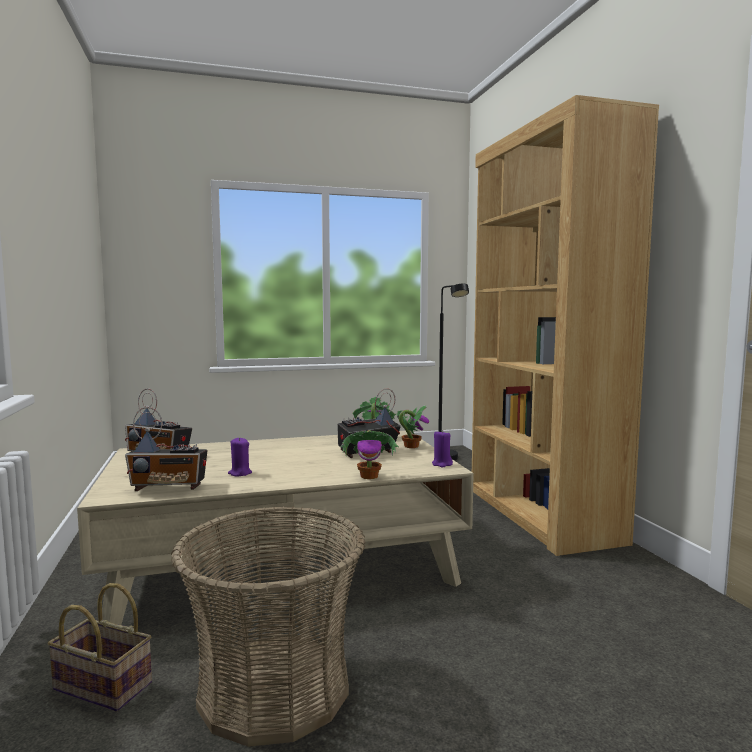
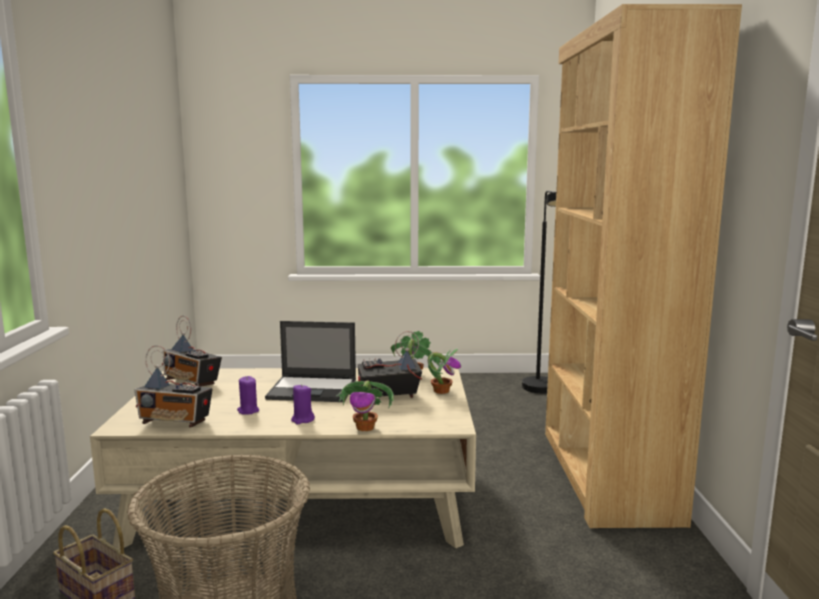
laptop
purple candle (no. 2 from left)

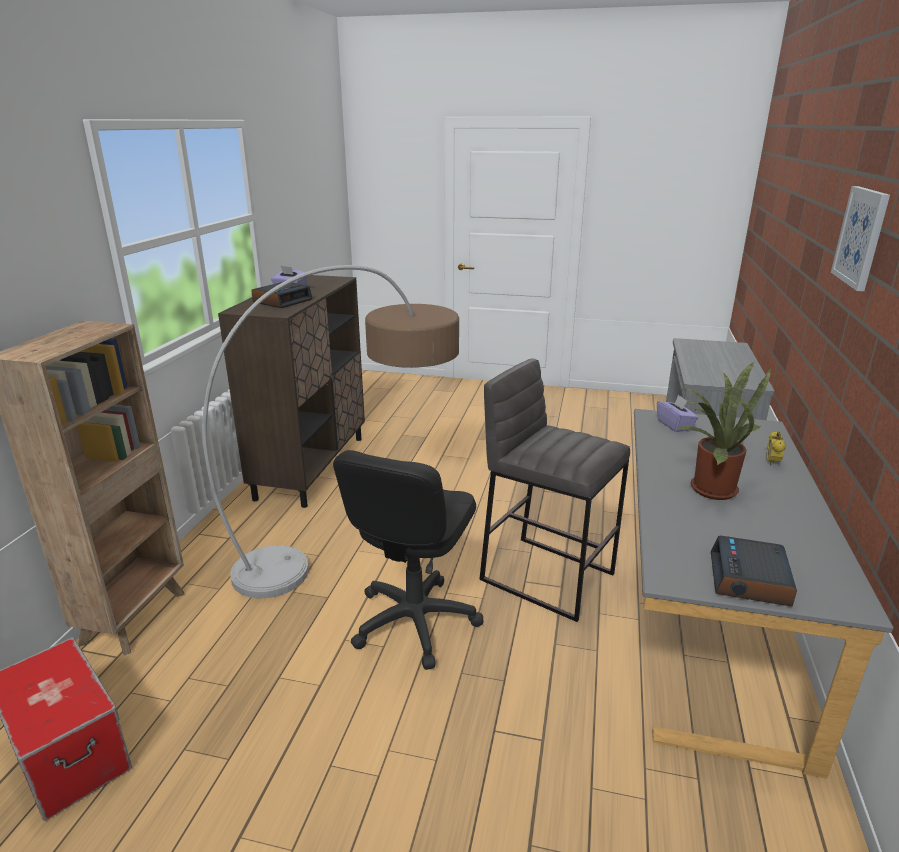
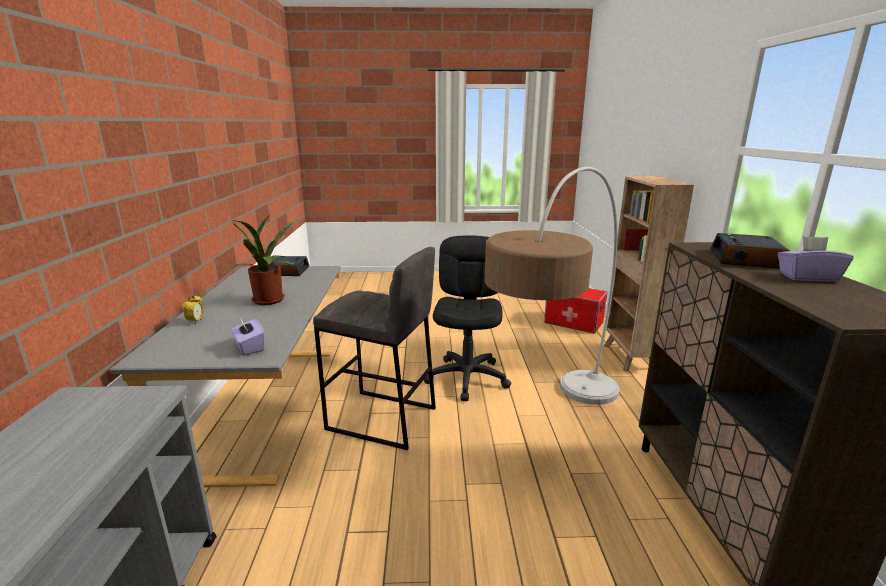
picture

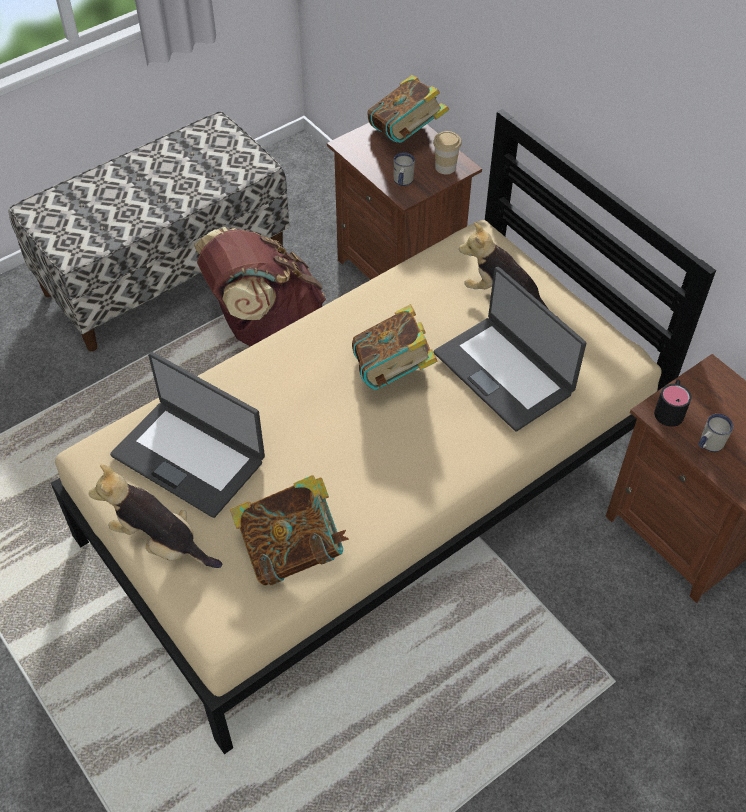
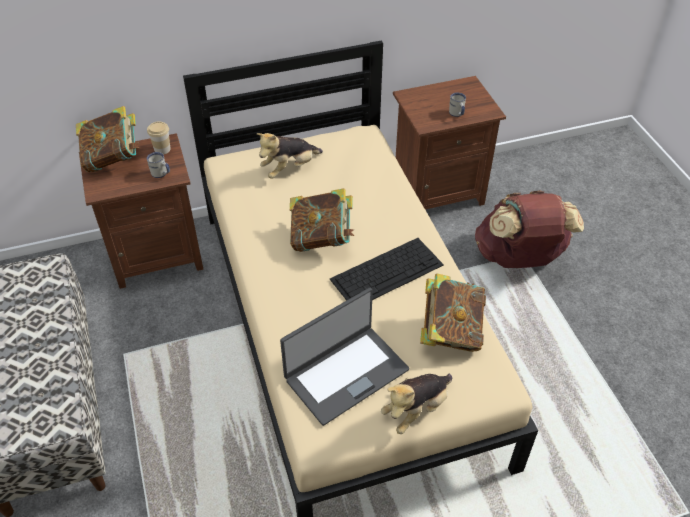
keyboard
brown backpack
laptop (no. 2 from left in the first image)
black mug

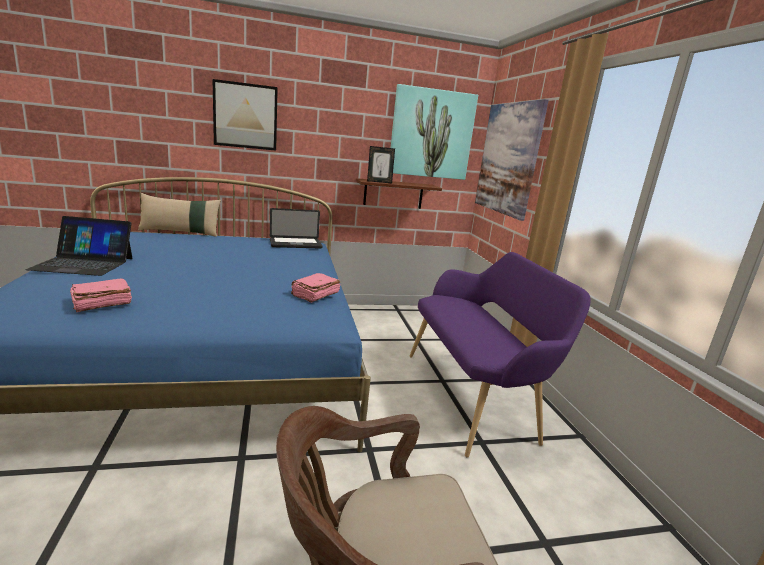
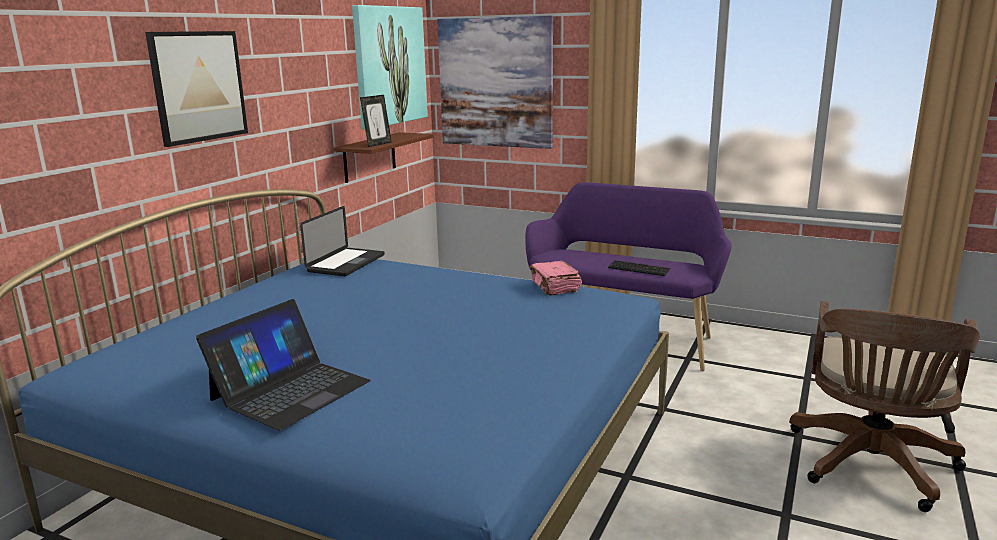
keyboard
pink book (no. 1 from left in the first image)
beige pillow

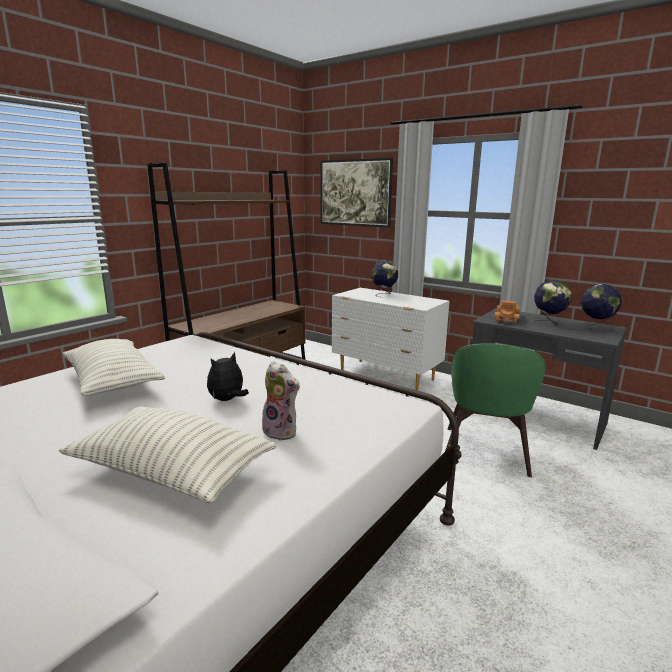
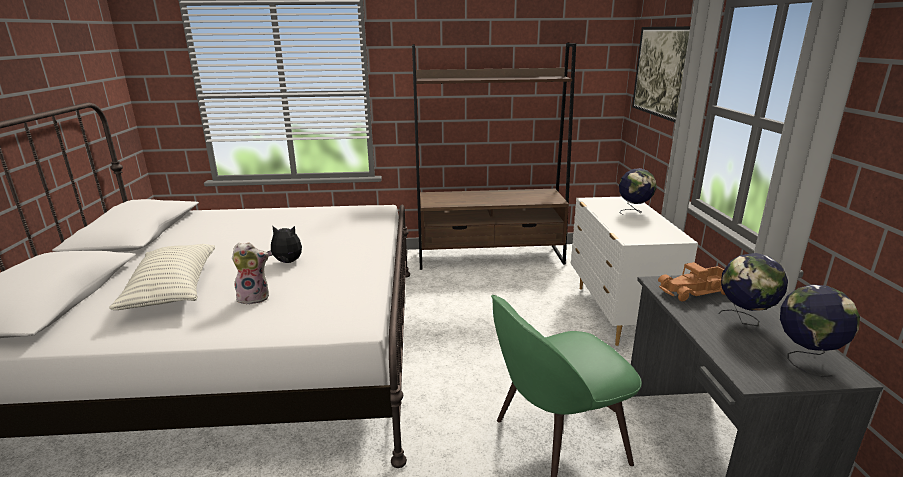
plush toy (no. 1 from left)
pillow (no. 1 from left in the first image)

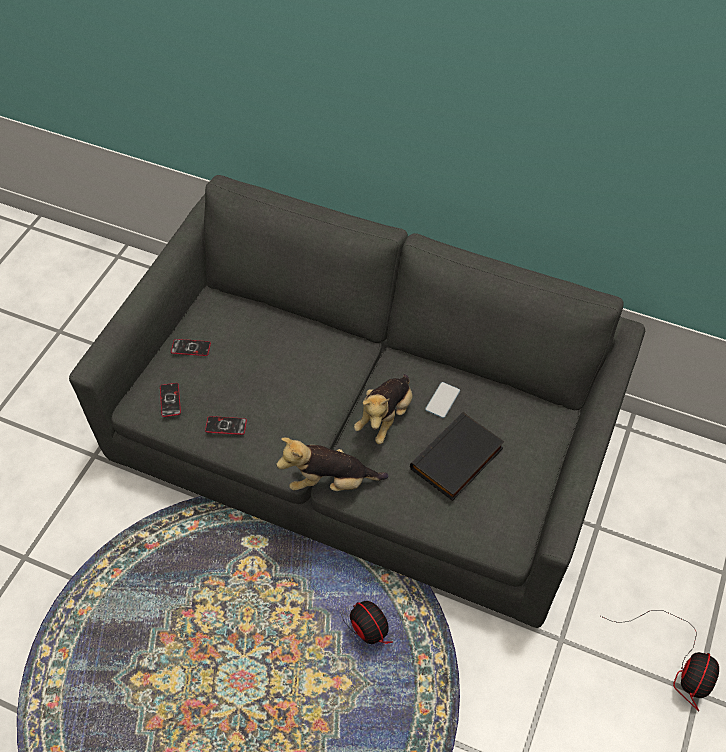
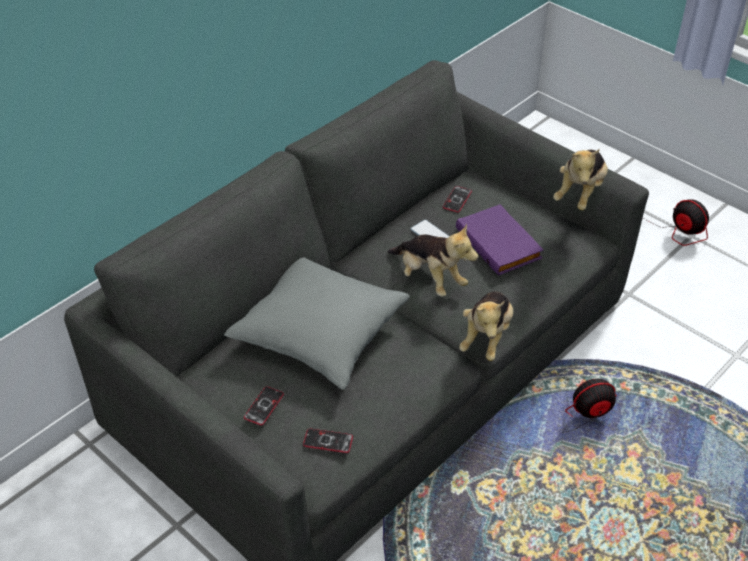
grey pillow
phone (no. 4 from left)
purple book
plush toy (no. 3 from left)

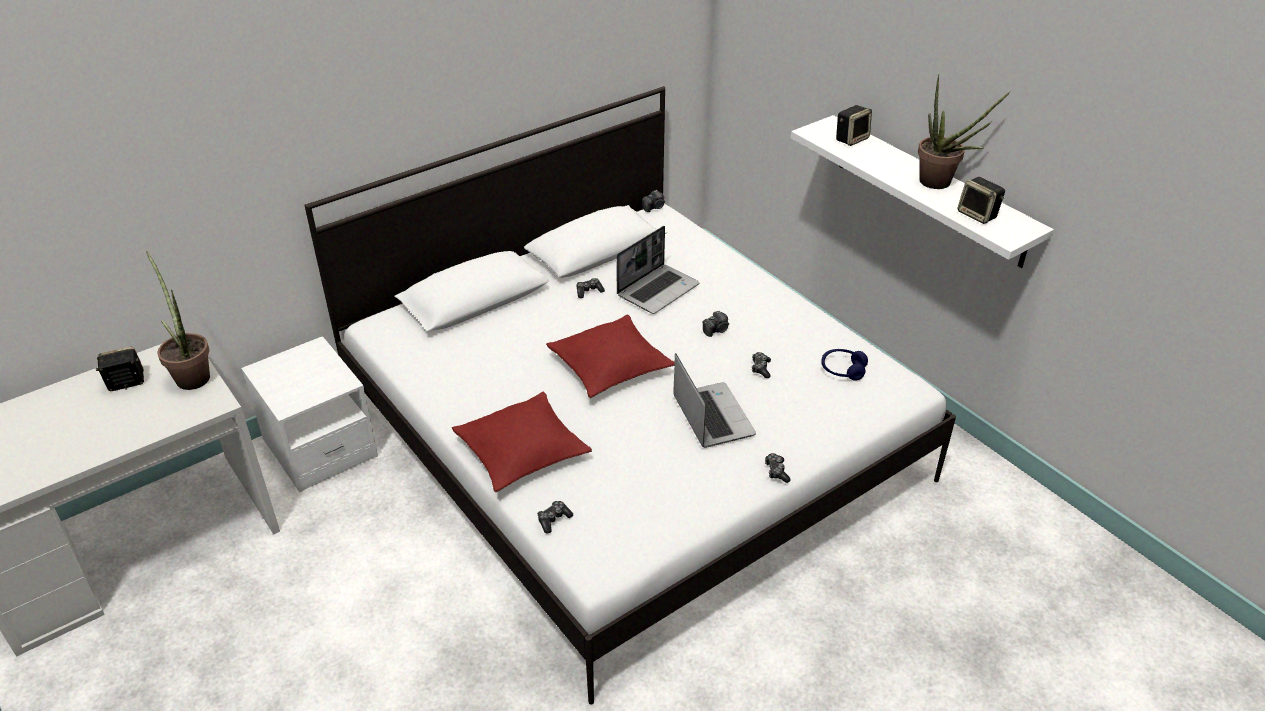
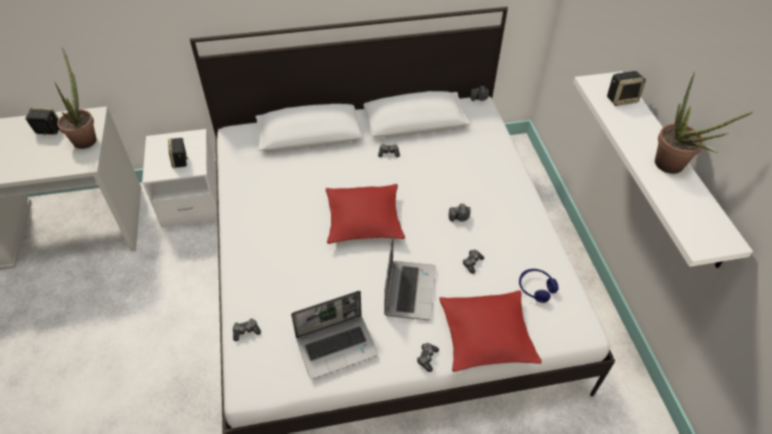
speaker (no. 2 from left)
laptop (no. 1 from left)
red pillow (no. 2 from left)

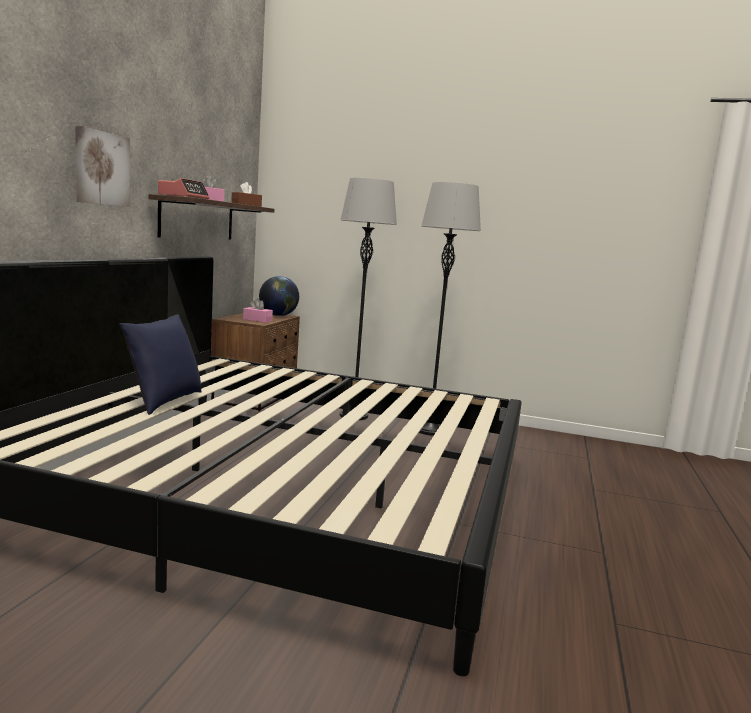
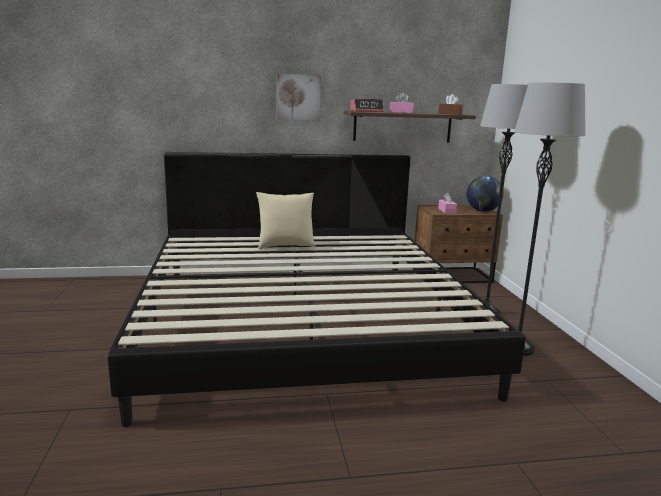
beige pillow

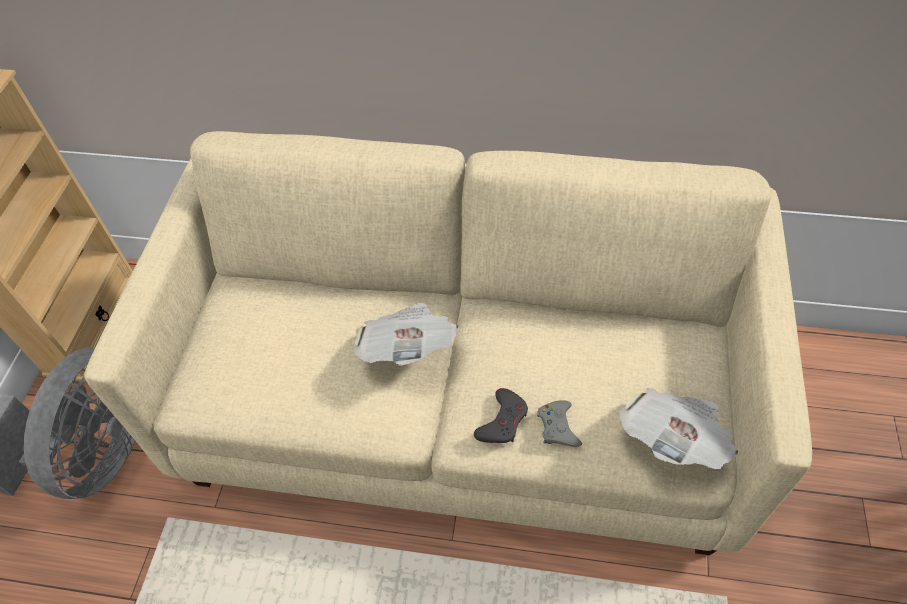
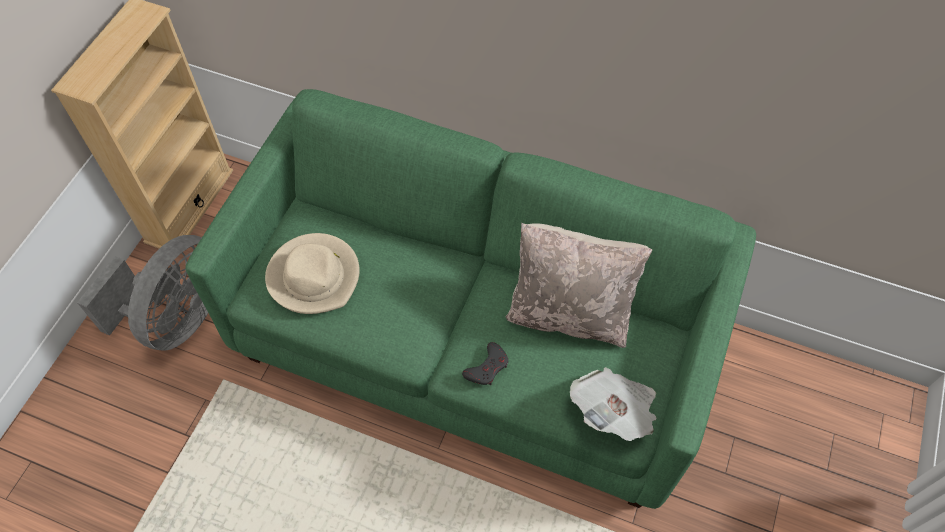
green sofa
beige hat
beige pillow
newspaper (no. 1 from left in the first image)
grey game controller (no. 2 from left in the first image)

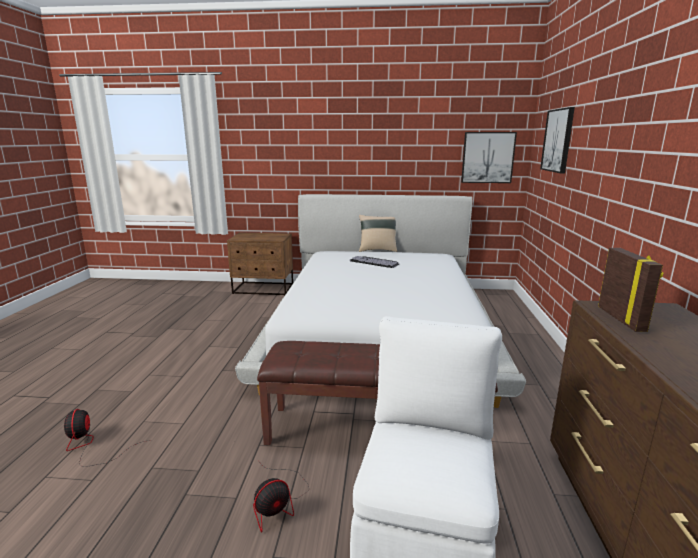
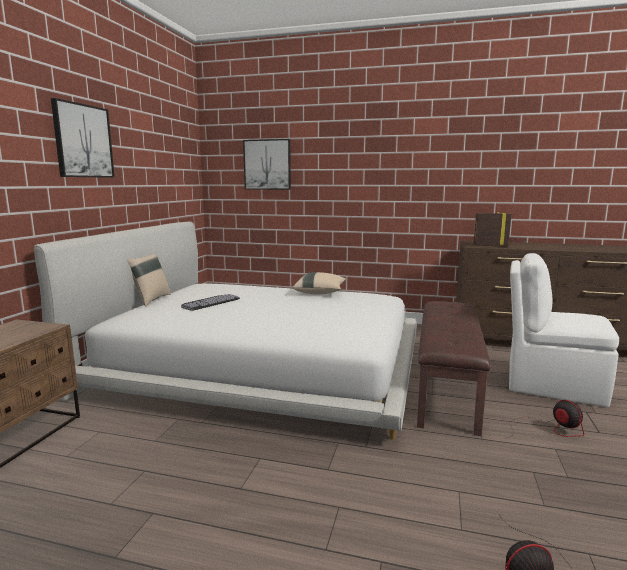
picture (no. 1 from left)
beige pillow (no. 2 from left)

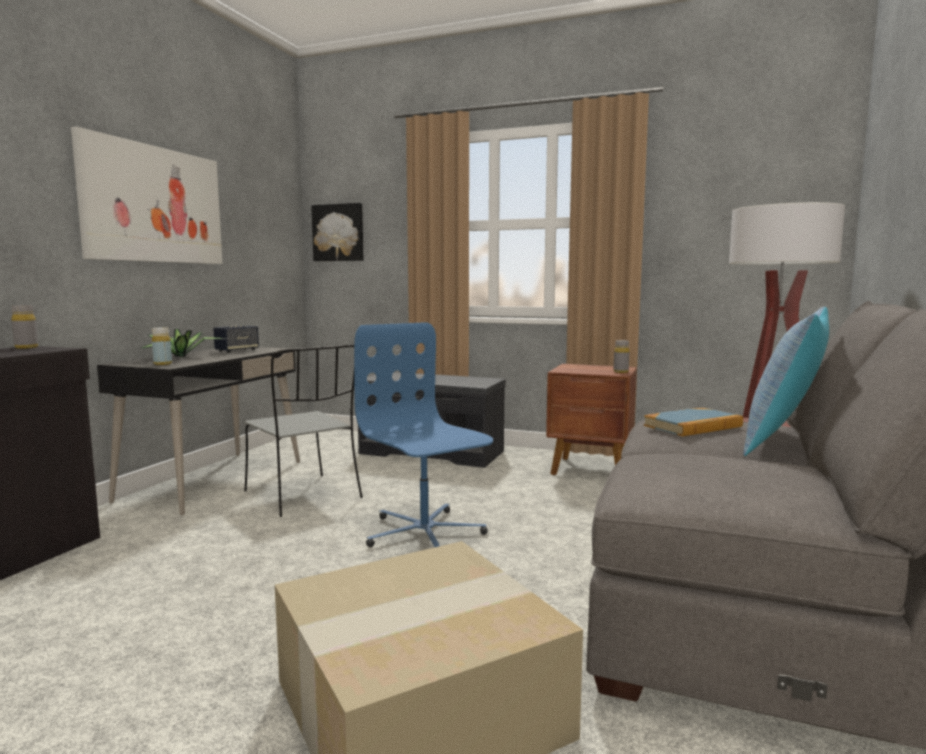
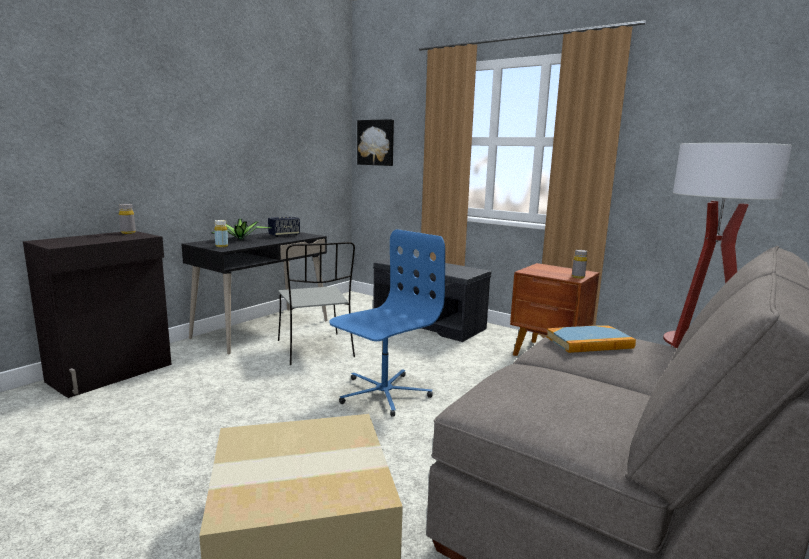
blue office chair
picture (no. 1 from left in the first image)
pillow

